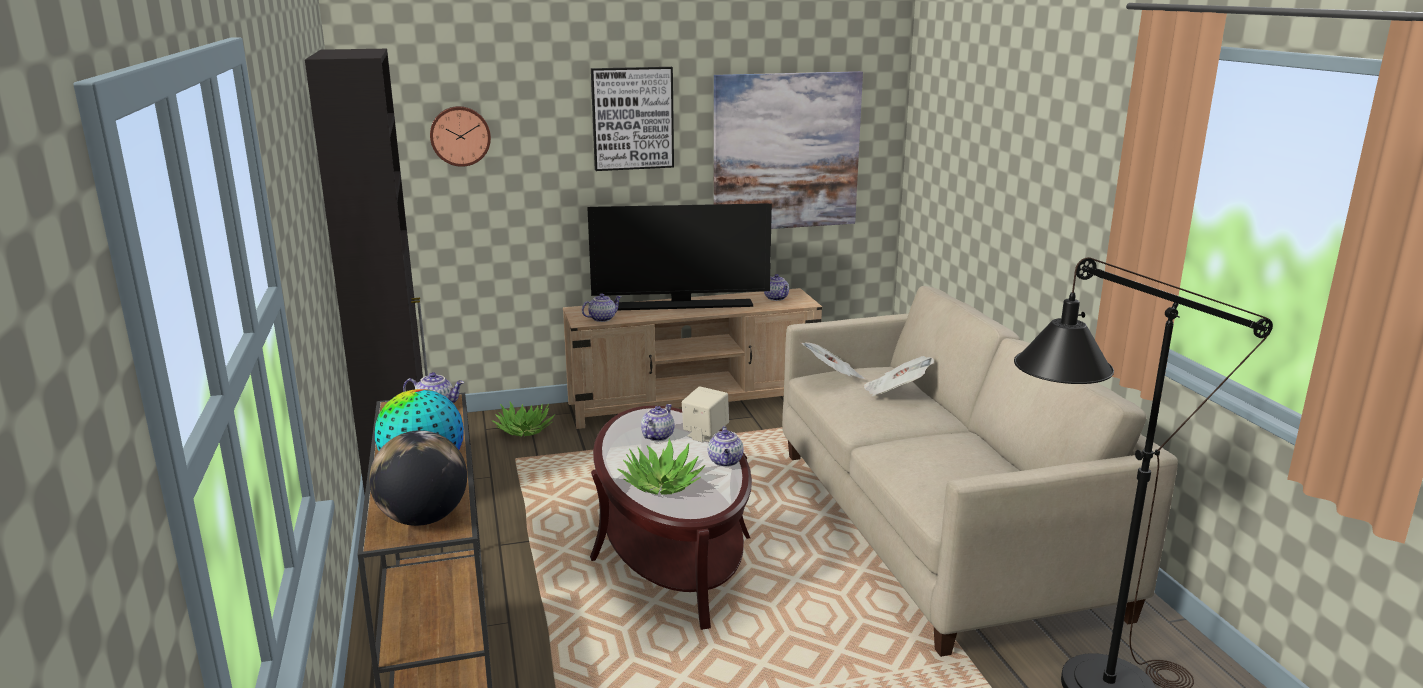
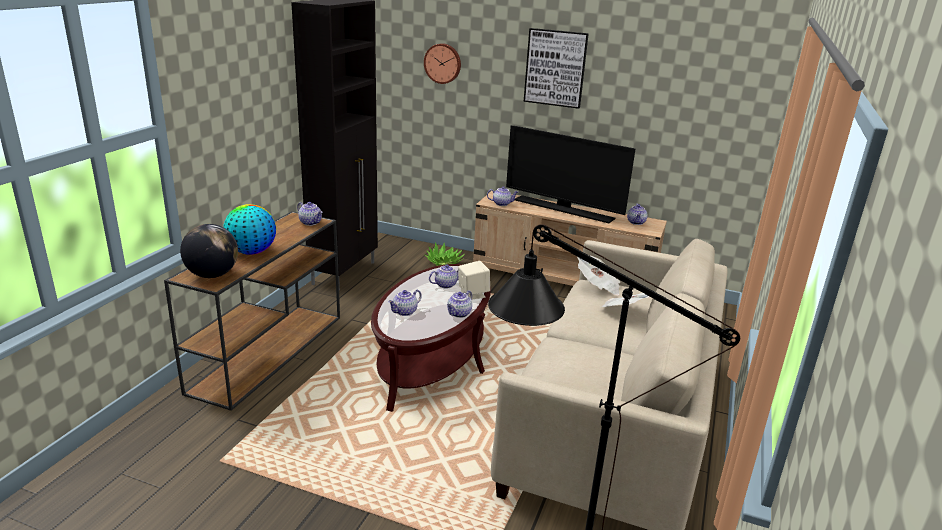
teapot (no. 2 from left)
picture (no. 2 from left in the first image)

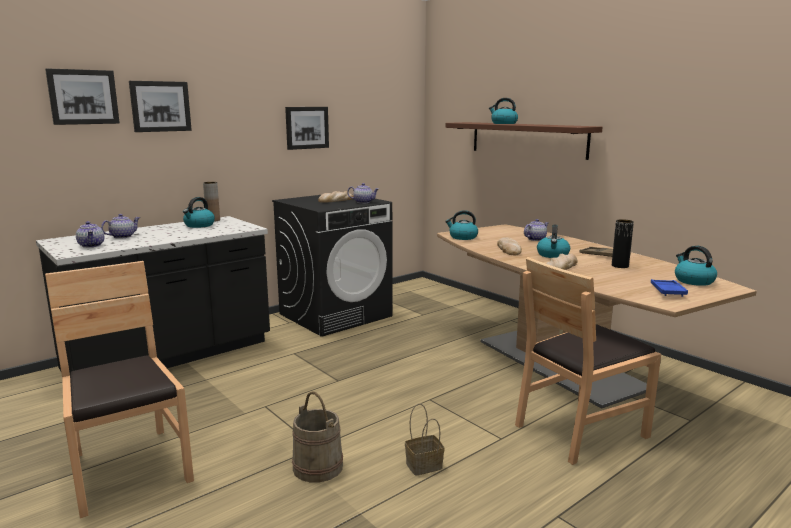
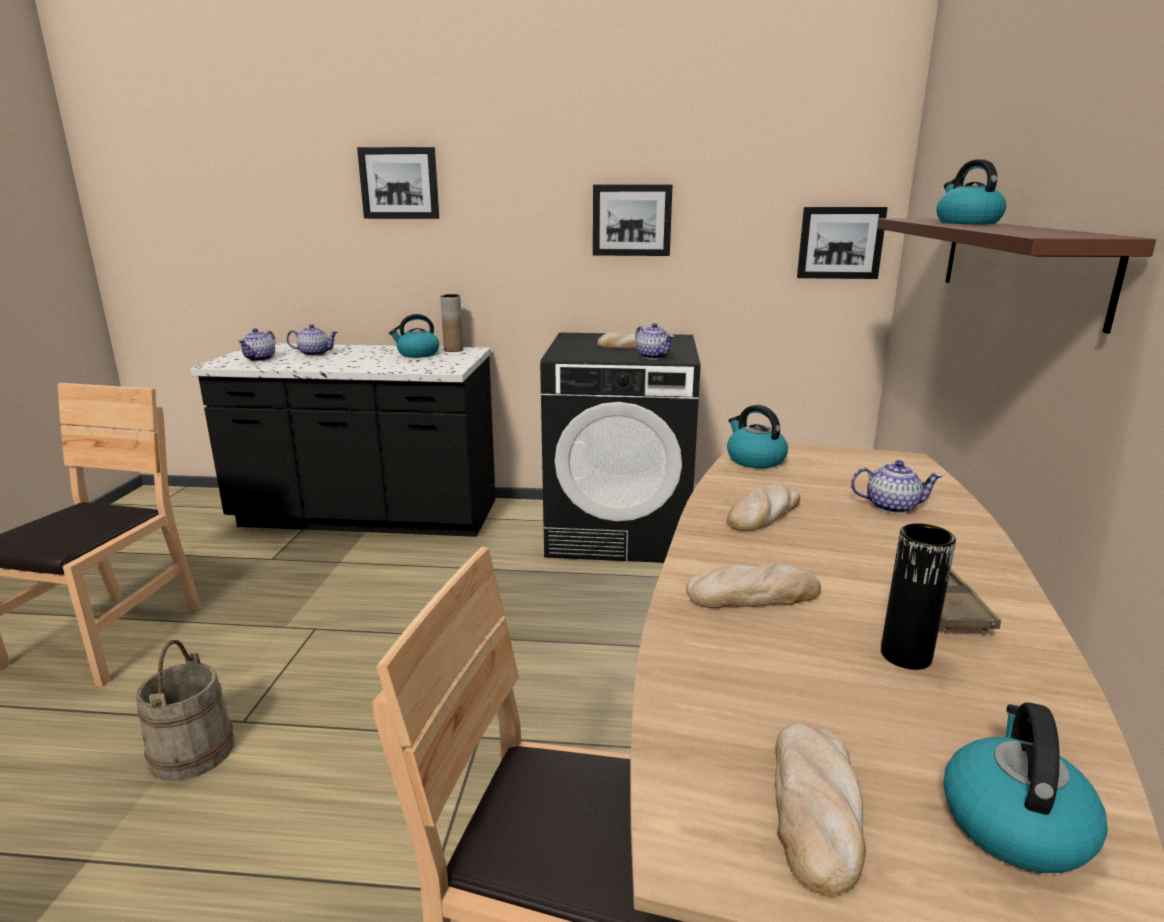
bread (no. 4 from left)
picture (no. 3 from left)
basket
kettle (no. 4 from left in the first image)

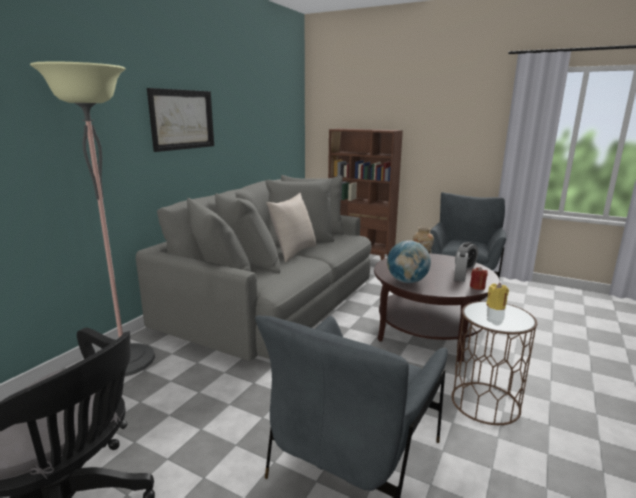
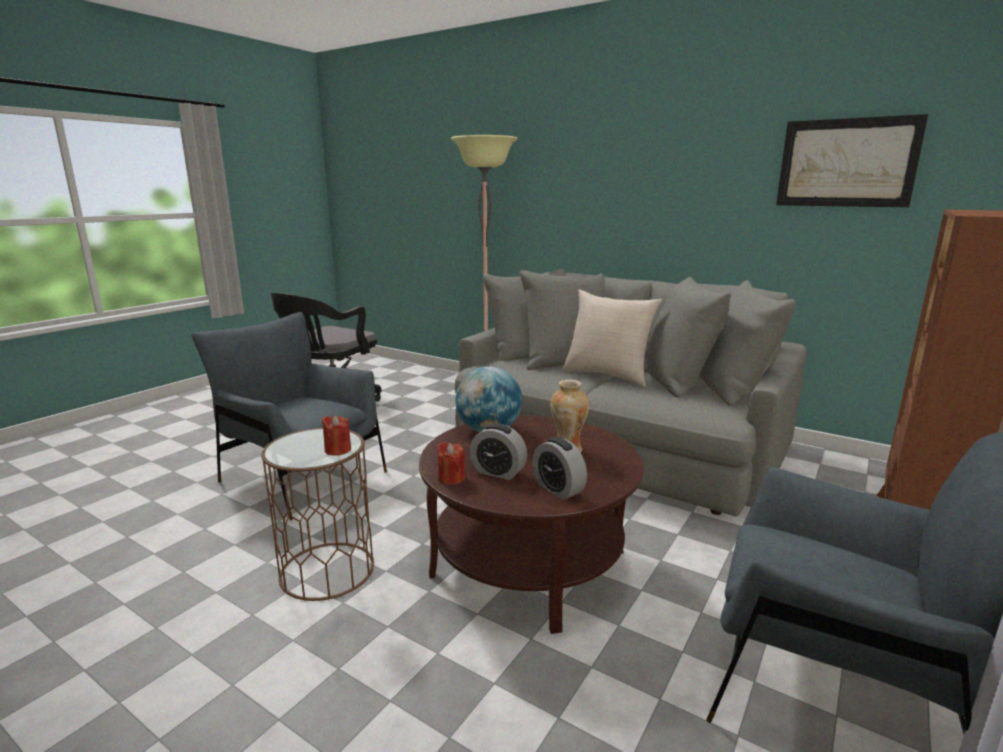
red candle (no. 1 from left)
picture

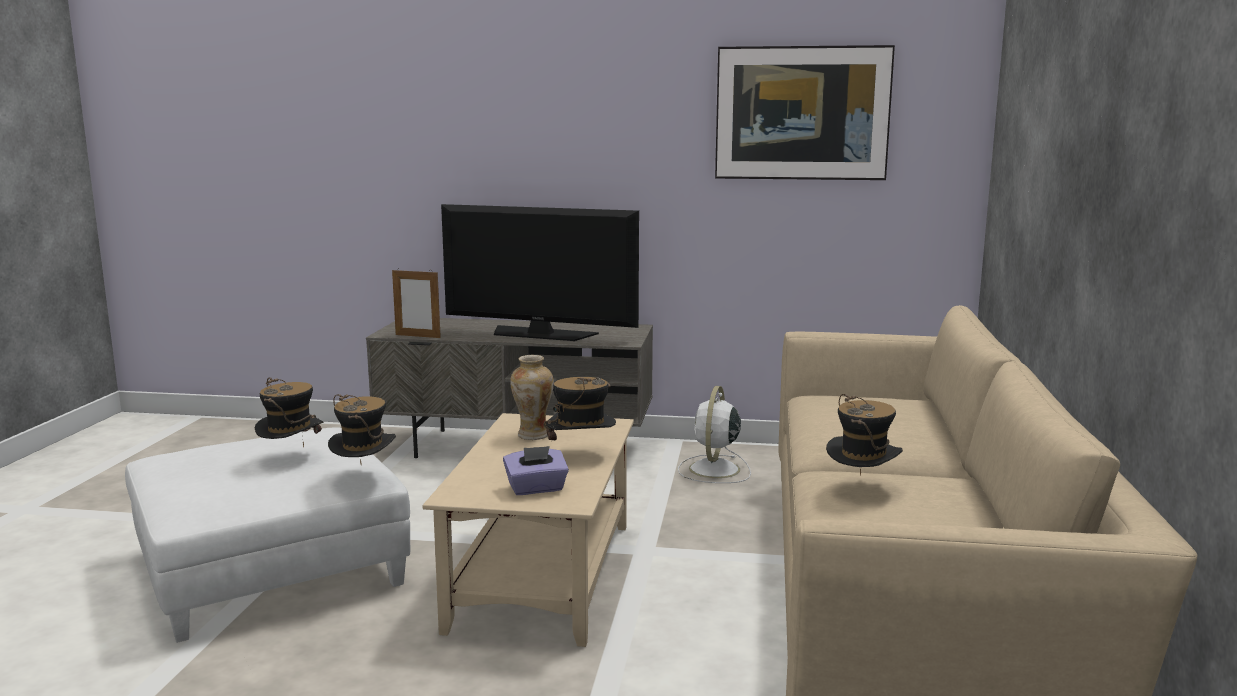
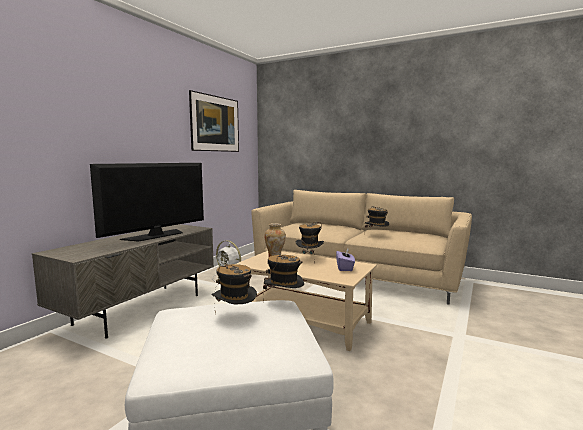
picture frame

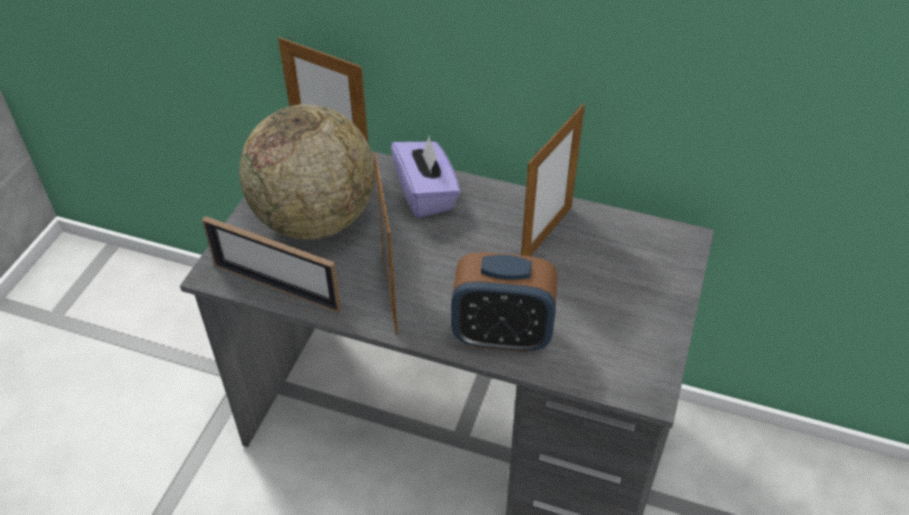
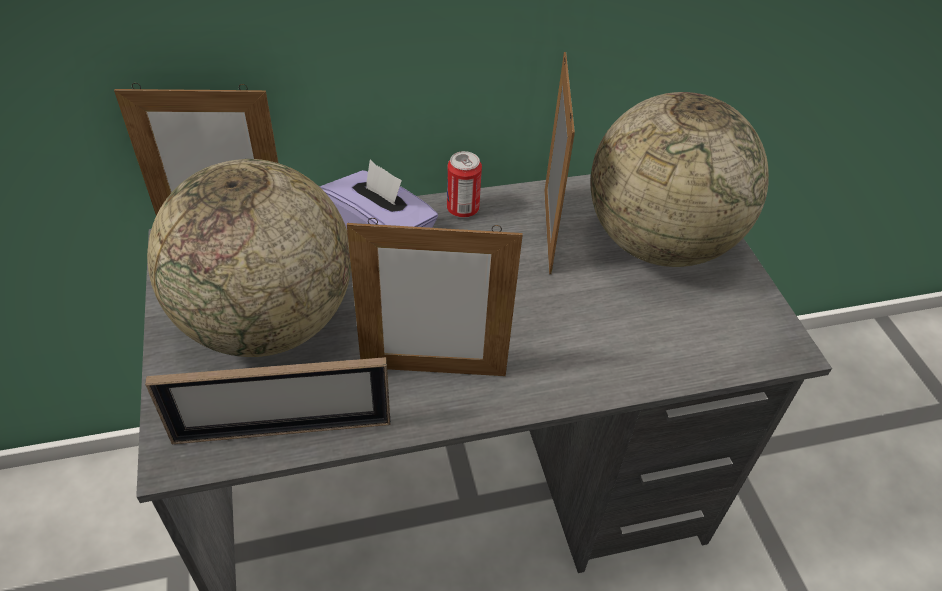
picture frame (no. 3 from left)
can
globe (no. 2 from left)
alarm clock

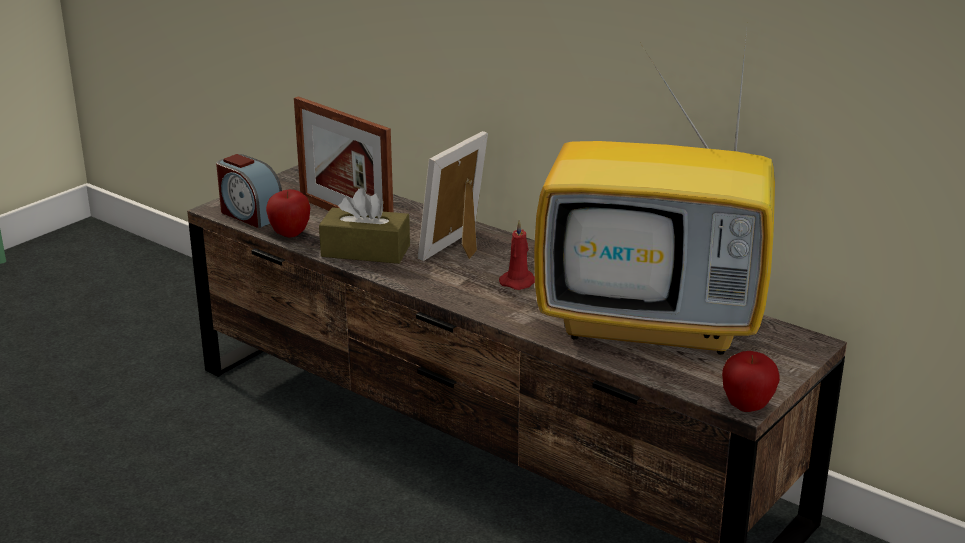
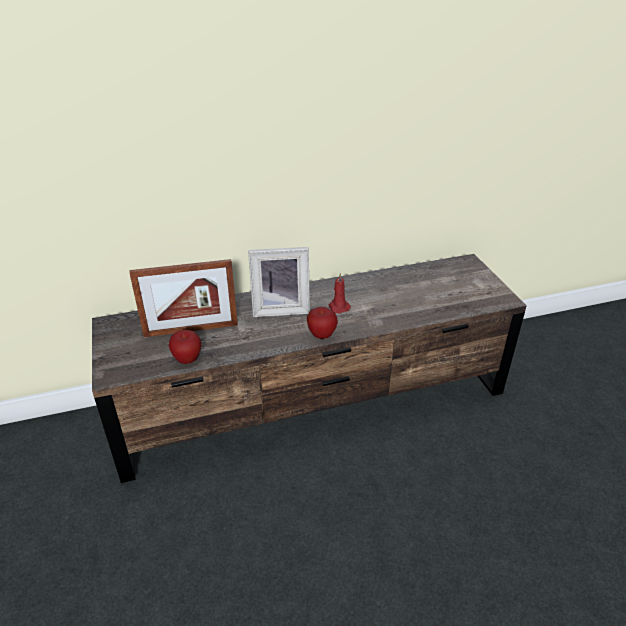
picture frame (no. 2 from left)
apple (no. 2 from left)
alarm clock
brown tissue box
television

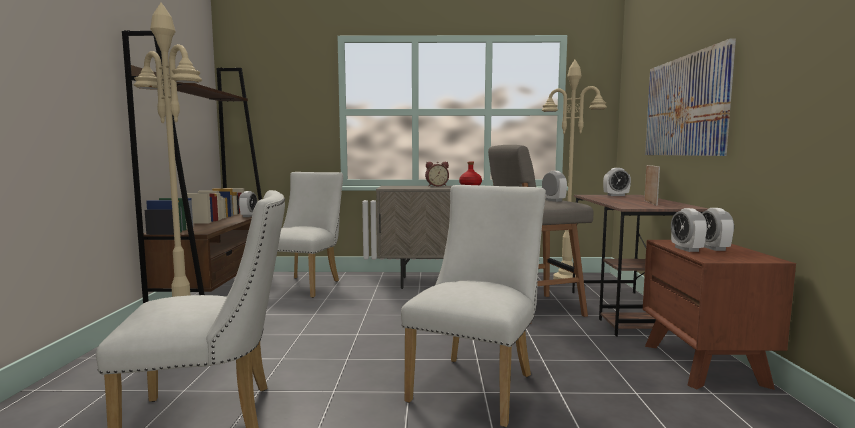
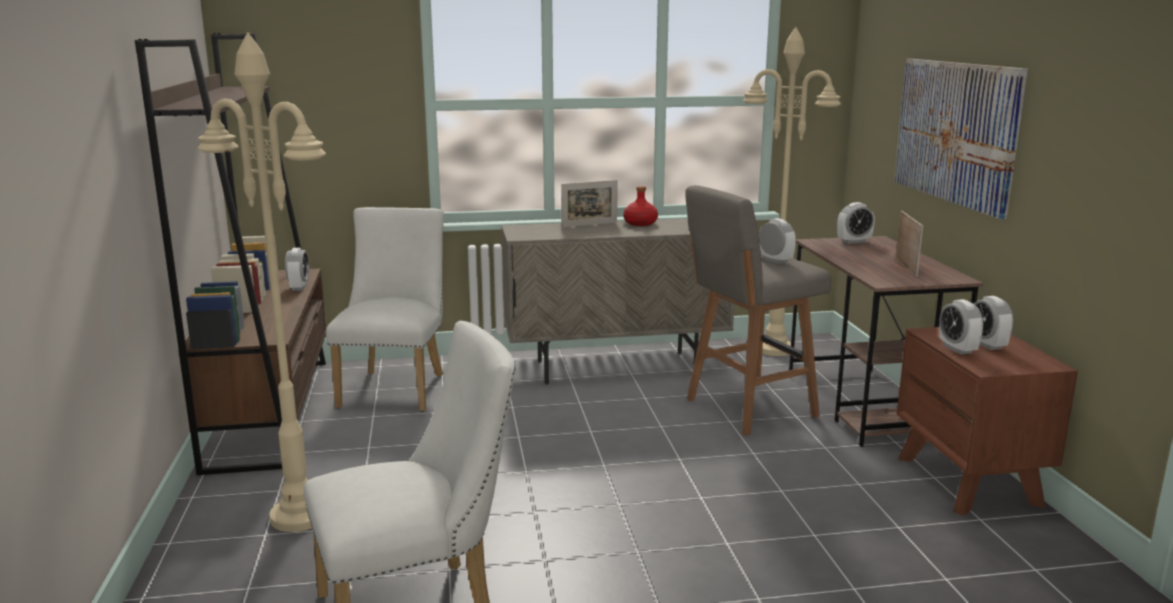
picture frame (no. 1 from left)
white chair (no. 3 from left in the first image)

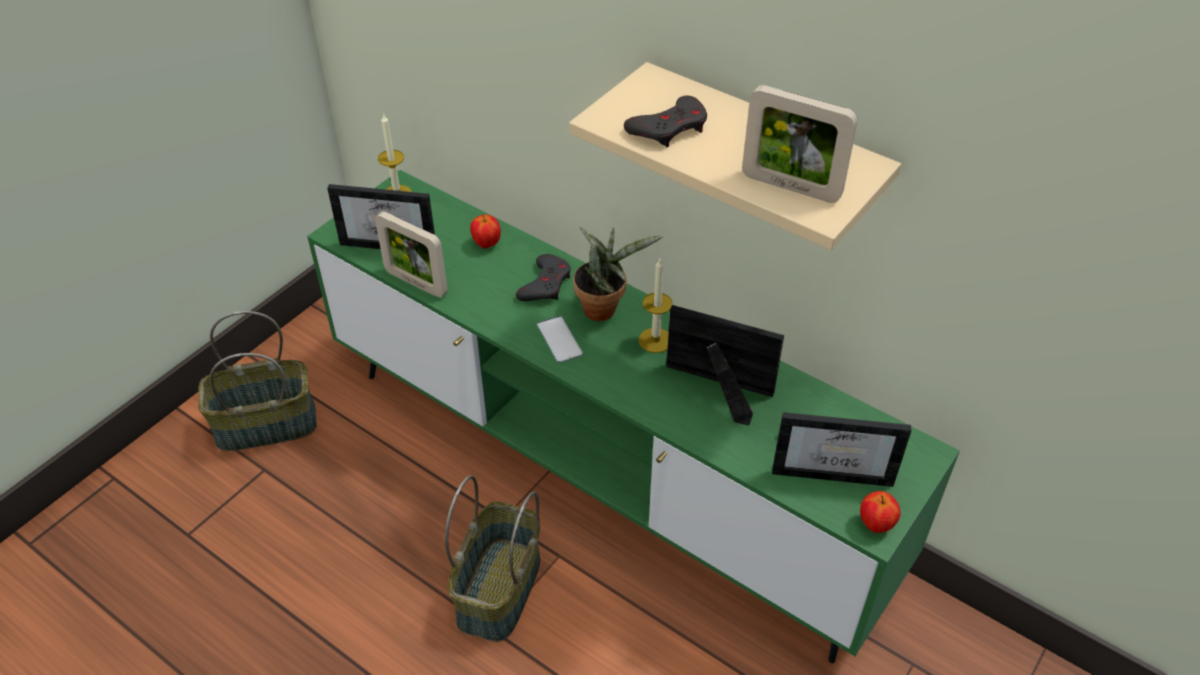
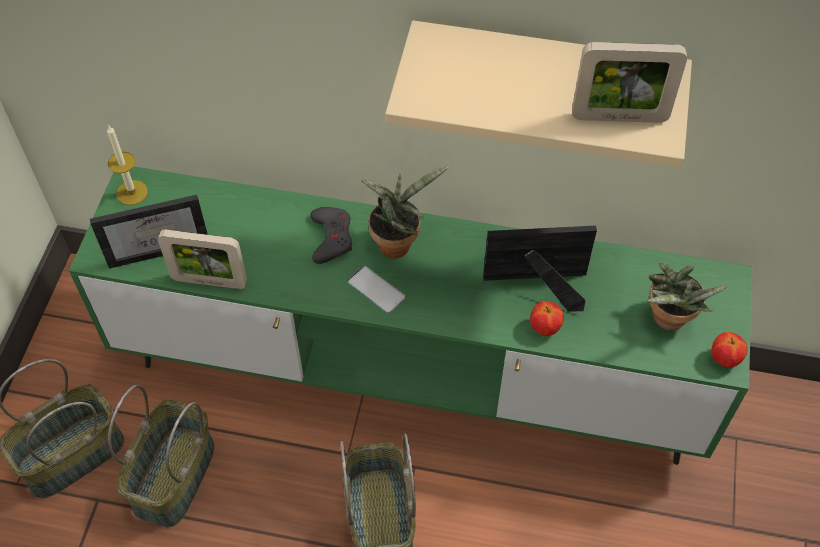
basket (no. 2 from left)
apple (no. 1 from left)
potted plant (no. 2 from left)
grey game controller (no. 2 from left in the first image)
candle (no. 2 from left in the first image)

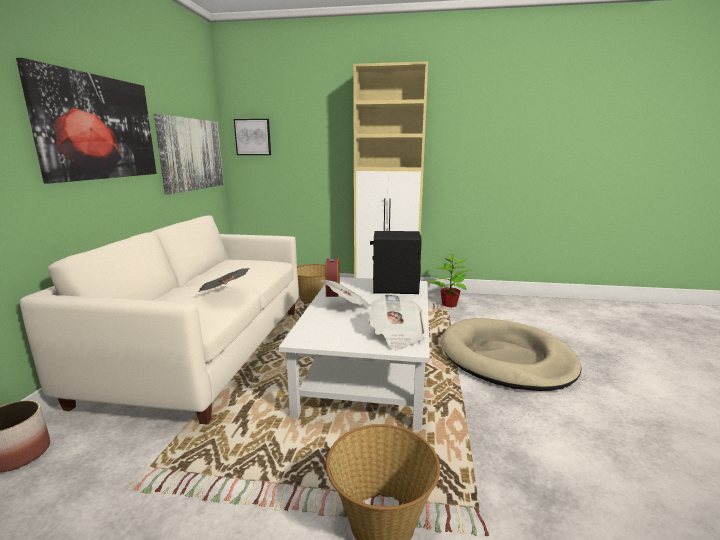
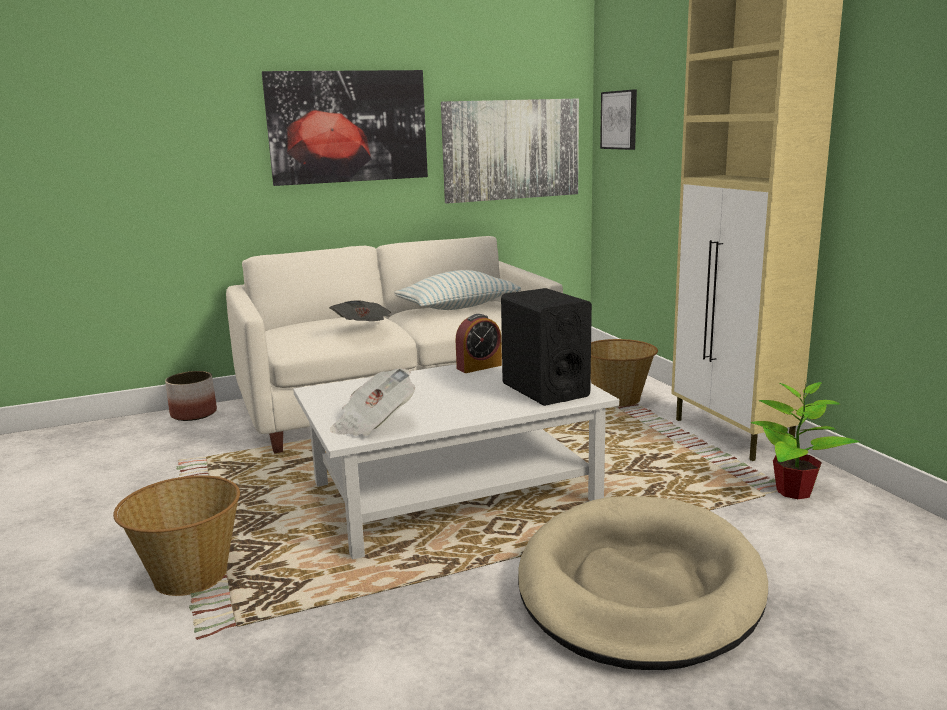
pillow
newspaper (no. 2 from left in the first image)

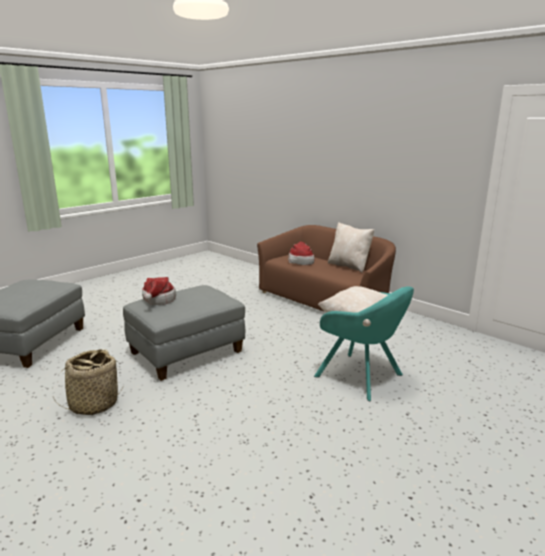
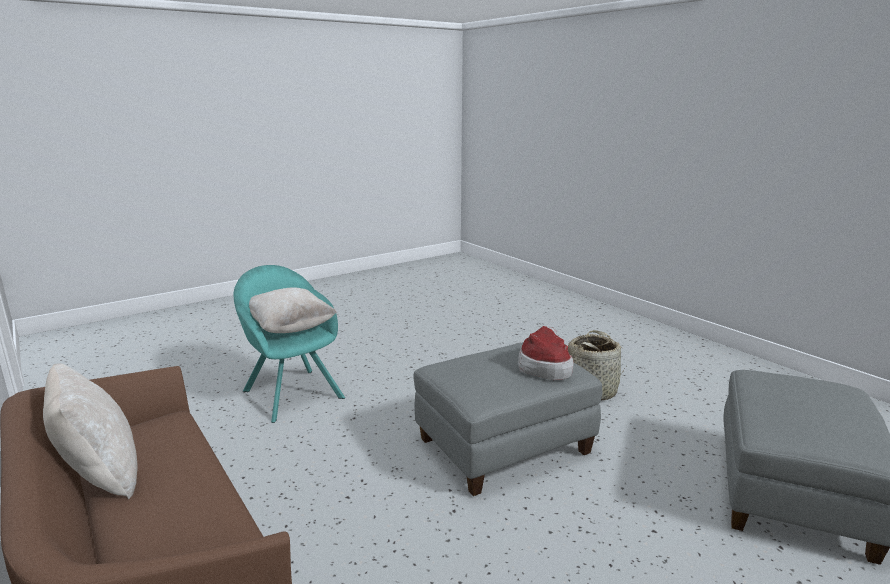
hat (no. 2 from left in the first image)

